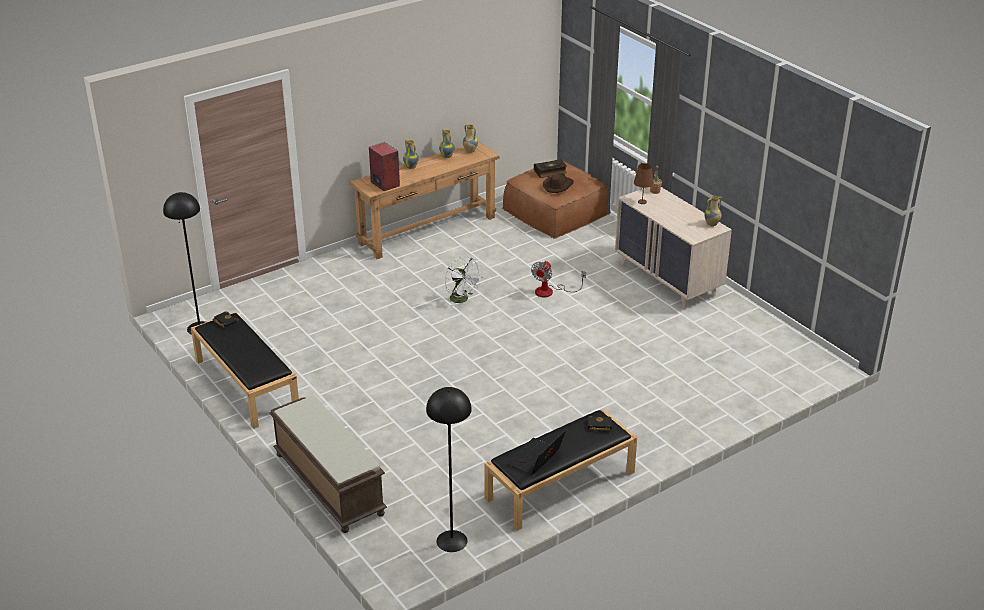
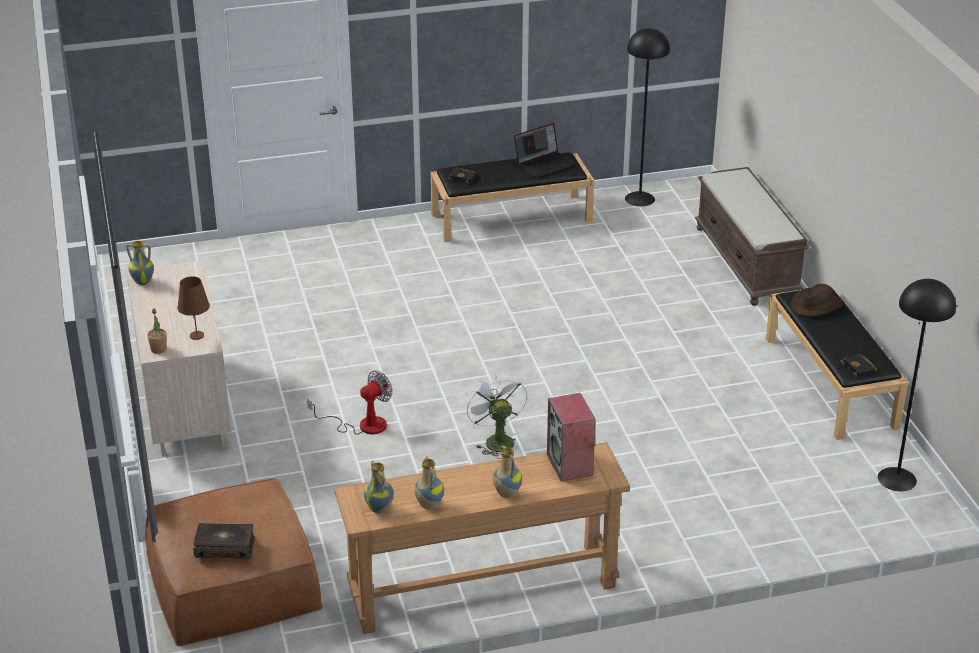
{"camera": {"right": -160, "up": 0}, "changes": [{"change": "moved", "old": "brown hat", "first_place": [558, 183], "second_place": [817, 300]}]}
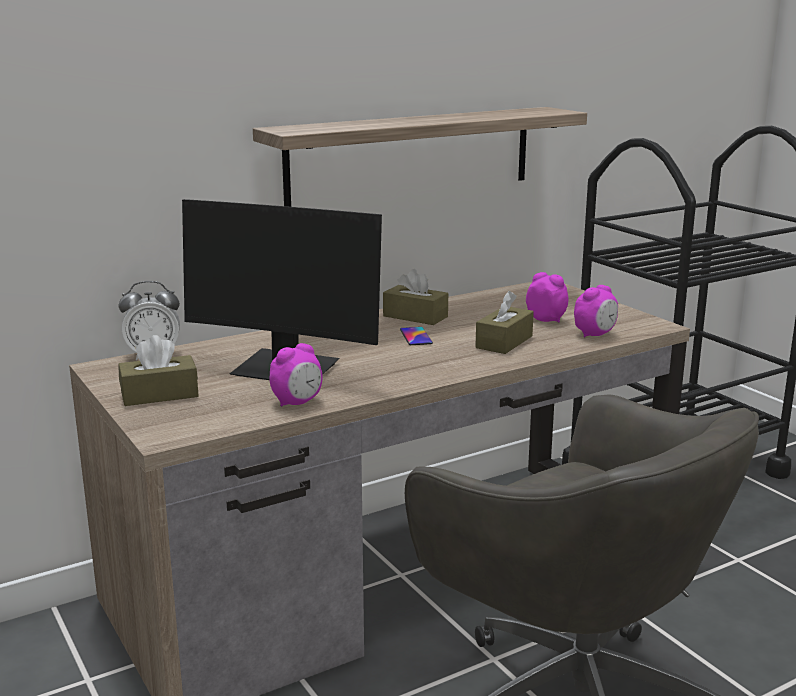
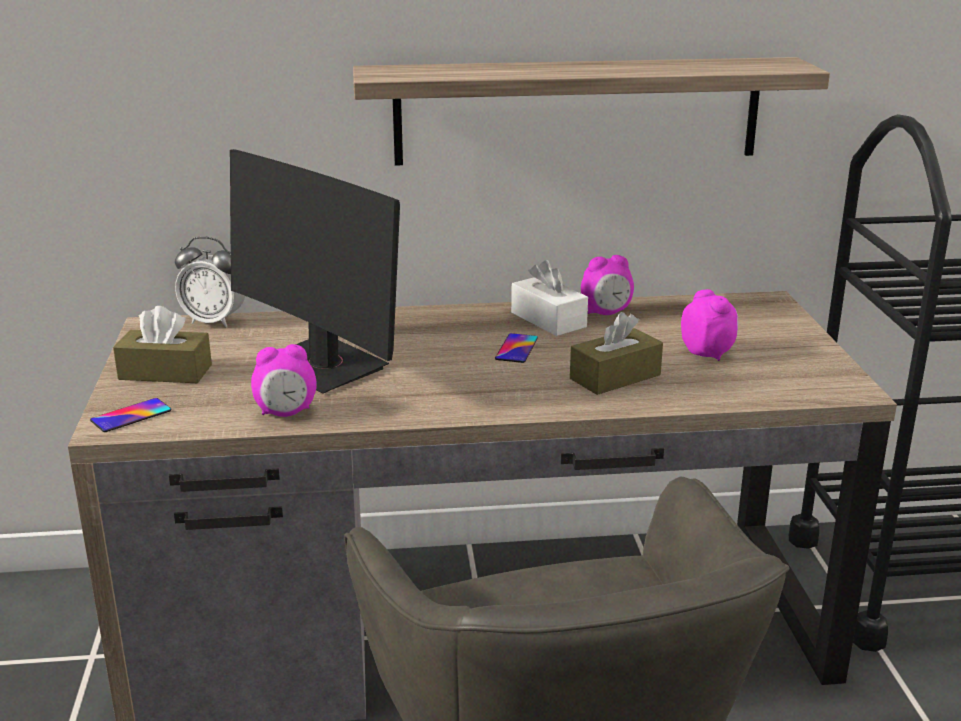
{"camera": {"right": 25, "up": 5}, "changes": [{"change": "added", "new": "phone", "second_place": [130, 415]}, {"change": "moved", "old": "alarm clock", "first_place": [596, 311], "second_place": [607, 285]}, {"change": "recoloured", "old": "brown tissue box", "new": "white tissue box", "first_place": [415, 297], "second_place": [549, 298]}]}
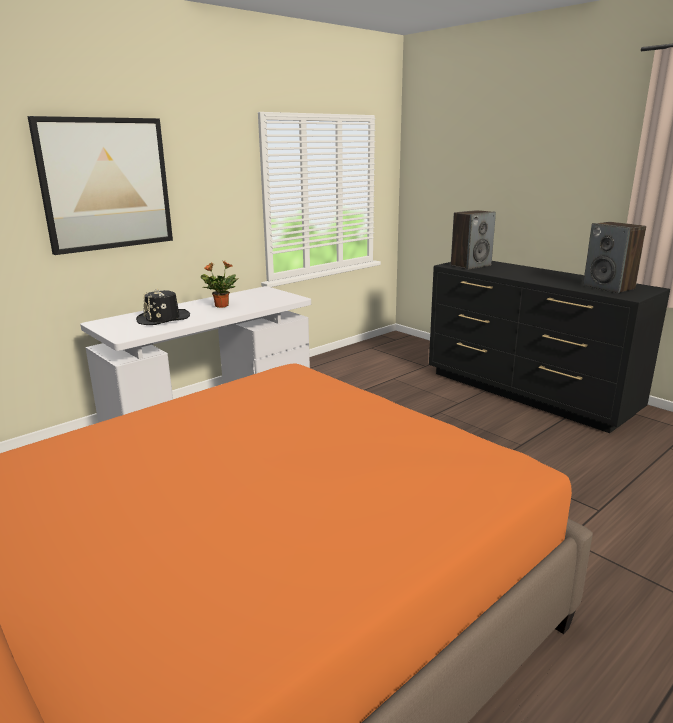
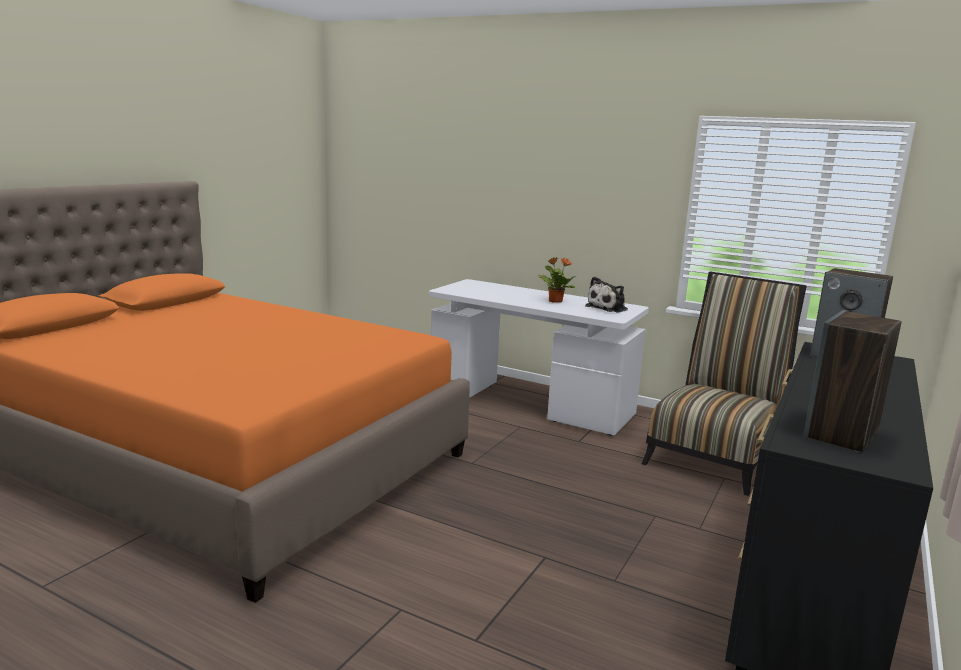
{"camera": {"right": 70, "up": -5}, "changes": [{"change": "removed", "old": "picture", "first_place": [100, 185]}, {"change": "removed", "old": "black hat", "first_place": [163, 306]}, {"change": "added", "new": "plush toy", "second_place": [606, 295]}, {"change": "added", "new": "chair", "second_place": [724, 383]}]}
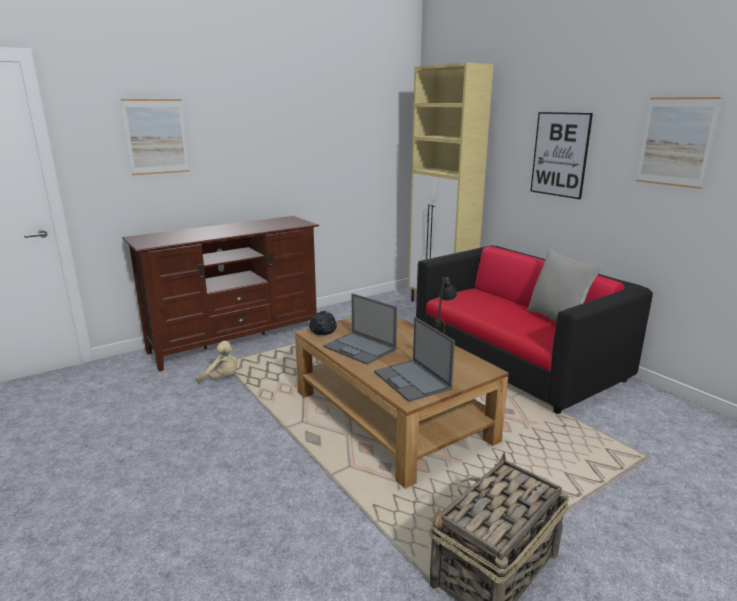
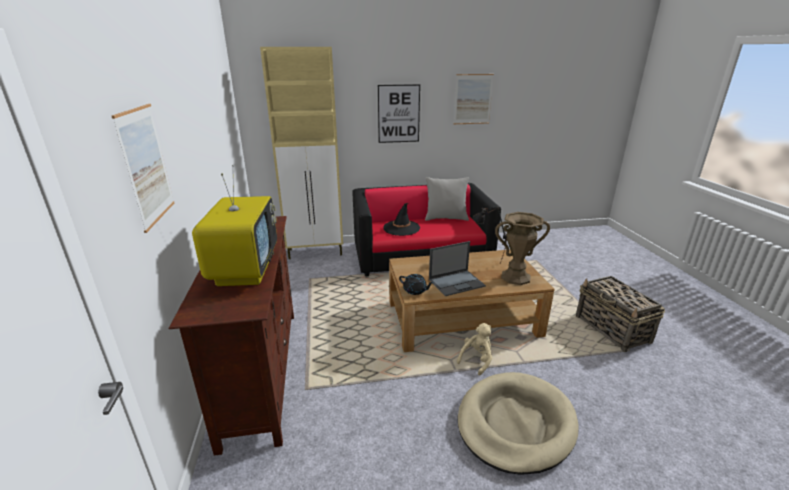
{"camera": {"right": -65, "up": 5}, "changes": [{"change": "added", "new": "television", "second_place": [234, 225]}, {"change": "added", "new": "black hat", "second_place": [401, 219]}, {"change": "added", "new": "beige dog bed", "second_place": [518, 423]}, {"change": "moved", "old": "beige plush toy", "first_place": [216, 362], "second_place": [474, 349]}, {"change": "replaced", "old": "laptop", "new": "brown vase", "first_place": [414, 359], "second_place": [522, 248]}]}
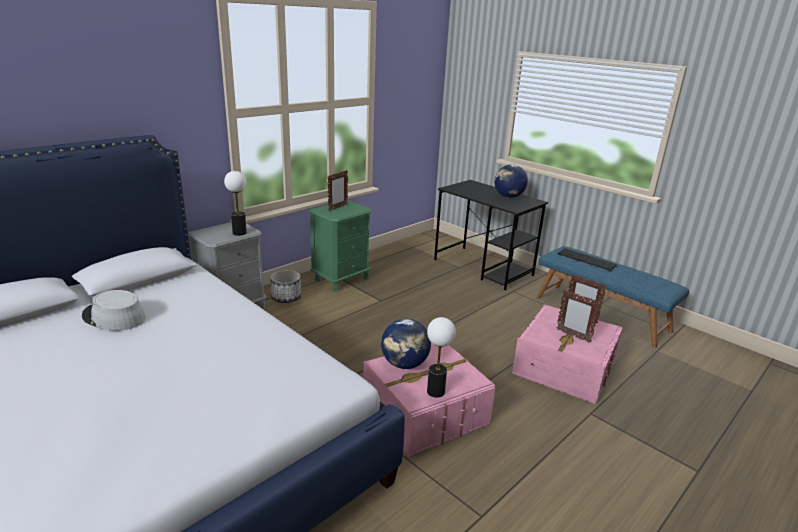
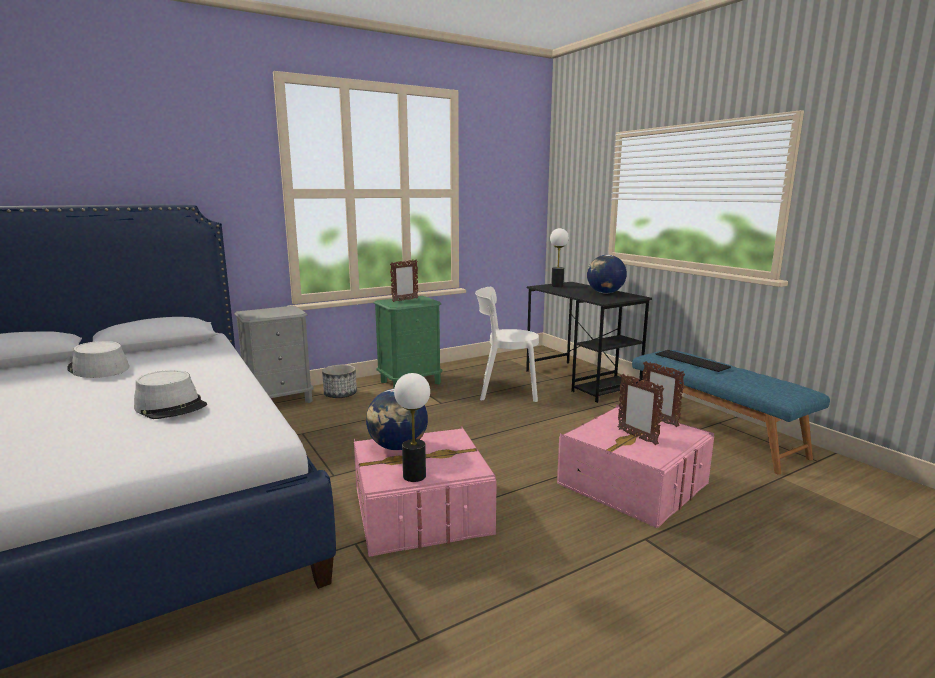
{"camera": {"right": 15, "up": -10}, "changes": [{"change": "added", "new": "grey hat", "second_place": [170, 394]}, {"change": "added", "new": "white chair", "second_place": [507, 344]}, {"change": "moved", "old": "table lamp", "first_place": [235, 203], "second_place": [559, 257]}]}
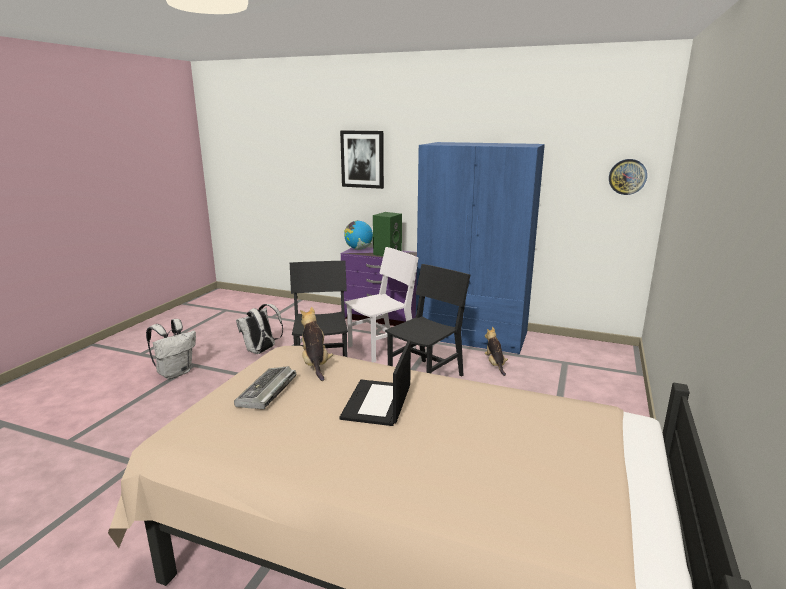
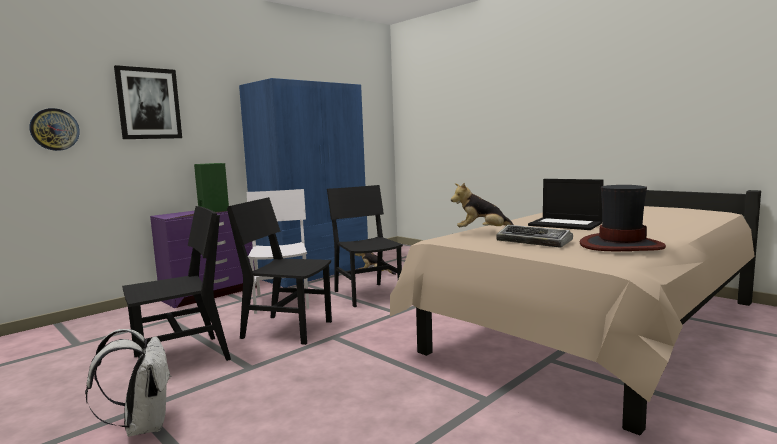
{"camera": {"right": -65, "up": -10}, "changes": [{"change": "removed", "old": "globe", "first_place": [358, 235]}, {"change": "added", "new": "hat", "second_place": [623, 218]}, {"change": "moved", "old": "wall clock", "first_place": [628, 177], "second_place": [54, 129]}, {"change": "replaced", "old": "white backpack", "new": "black chair", "first_place": [259, 329], "second_place": [176, 283]}]}
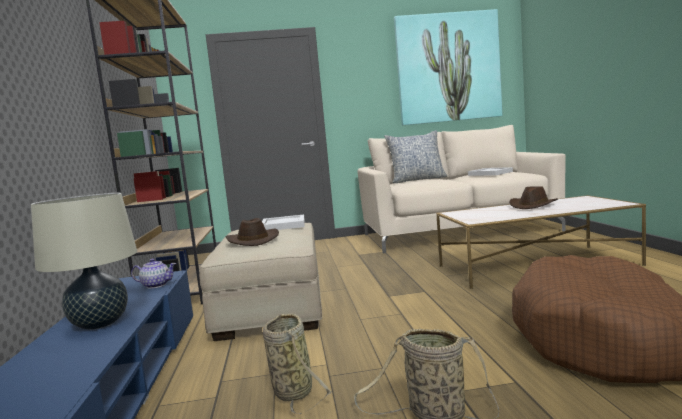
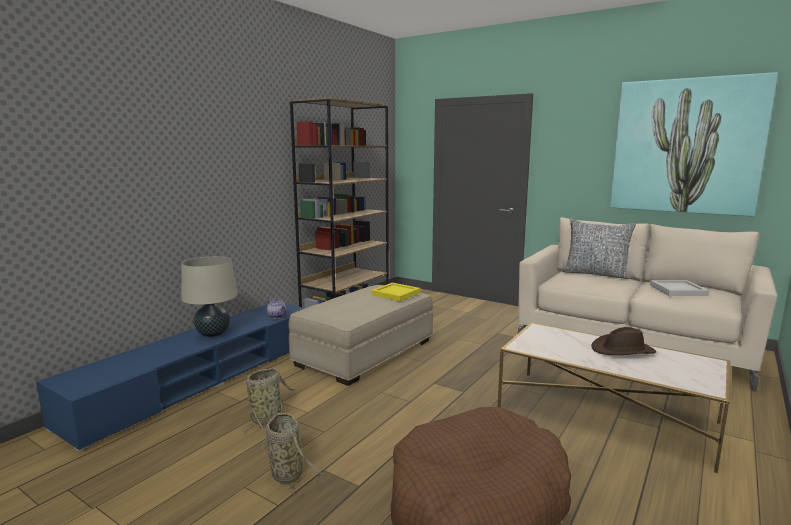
{"camera": {"right": 40, "up": 5}, "changes": [{"change": "removed", "old": "brown hat", "first_place": [252, 232]}, {"change": "recoloured", "old": "white tray", "new": "yellow tray", "first_place": [283, 222], "second_place": [396, 292]}]}
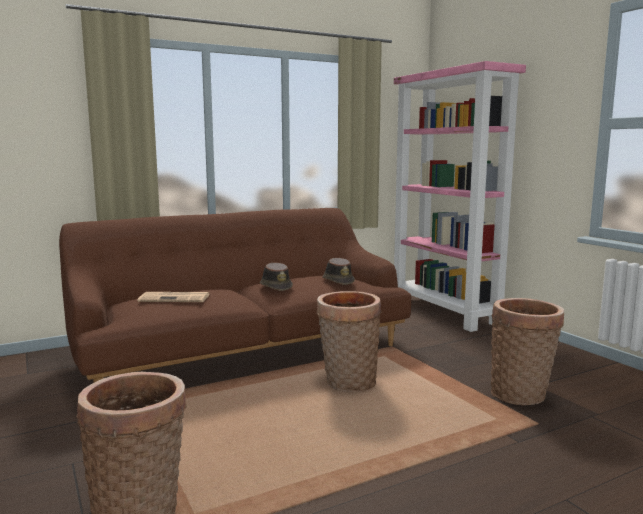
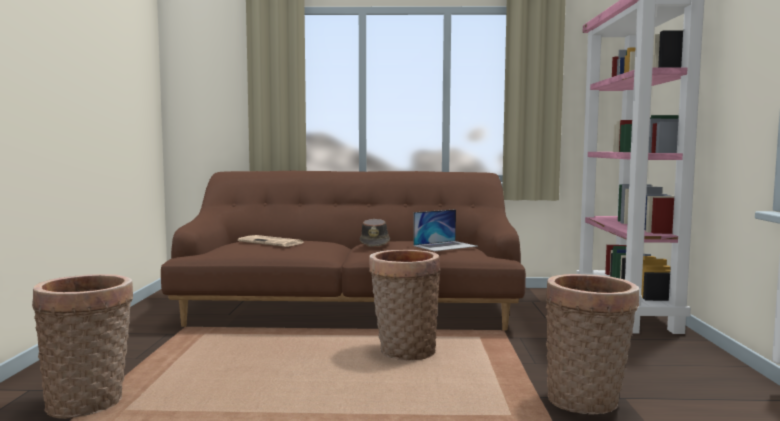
{"camera": {"right": 30, "up": -5}, "changes": [{"change": "replaced", "old": "brown hat", "new": "laptop", "first_place": [338, 271], "second_place": [445, 230]}]}
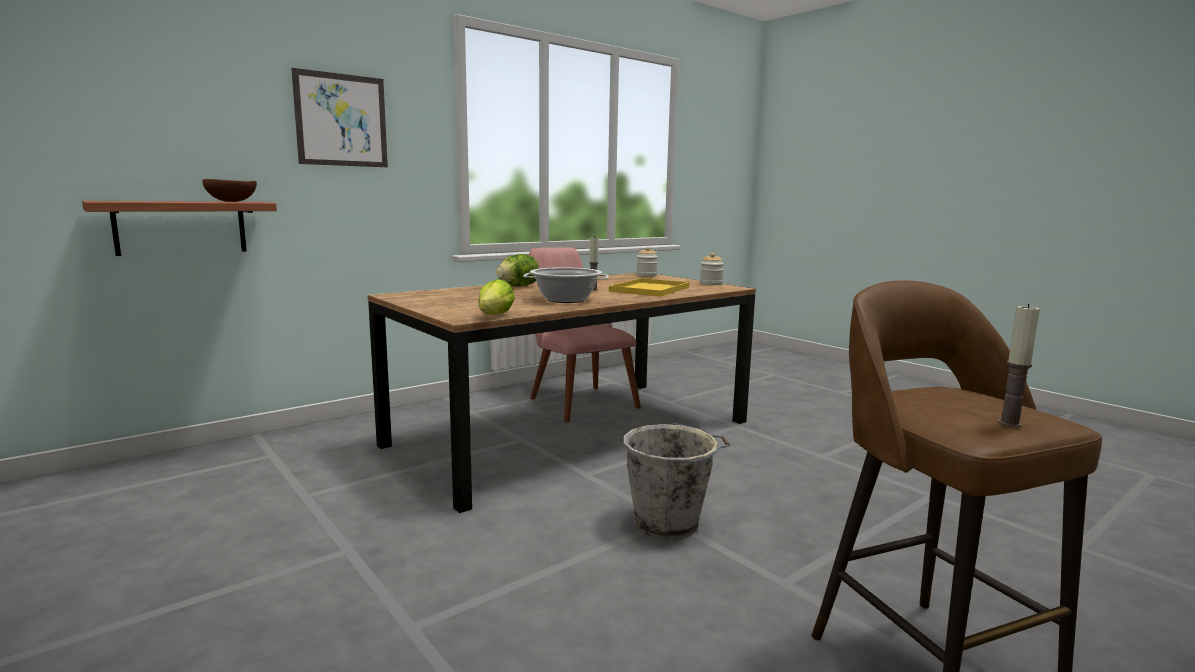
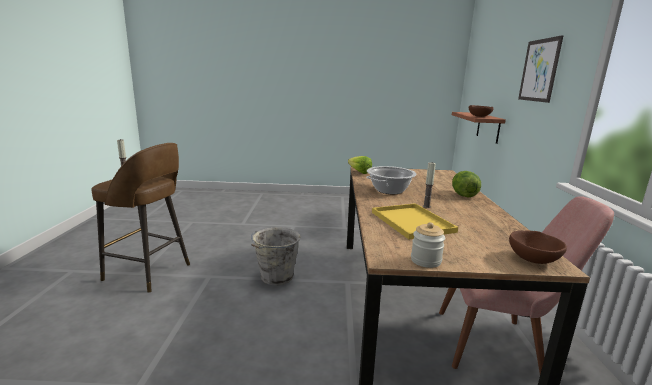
{"camera": {"right": 130, "up": 5}, "changes": [{"change": "replaced", "old": "jar", "new": "brown bowl", "first_place": [647, 262], "second_place": [538, 247]}]}
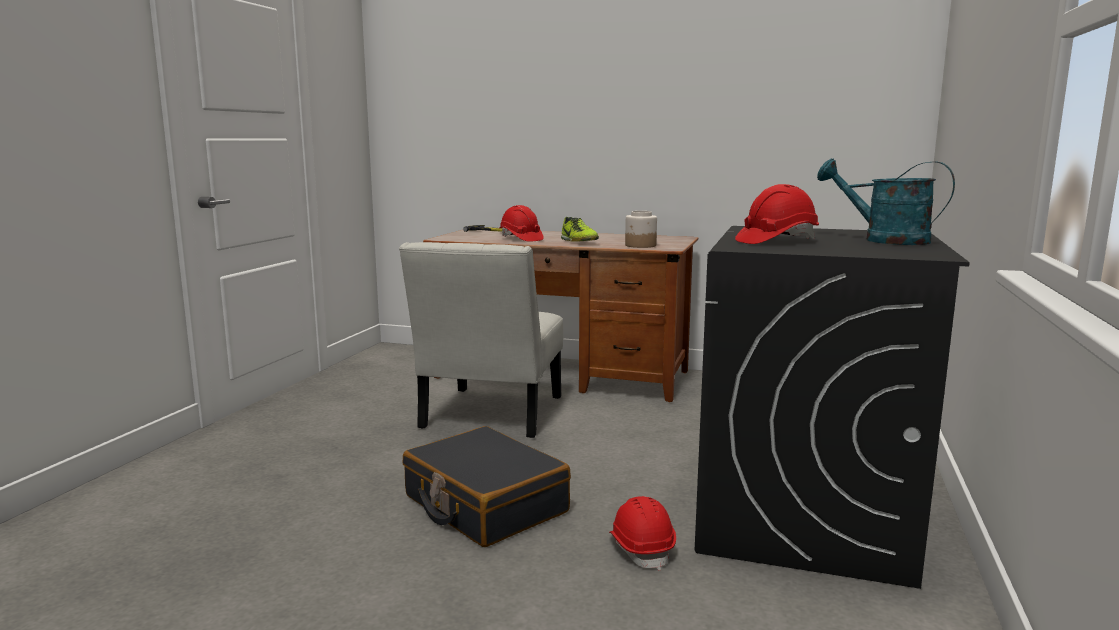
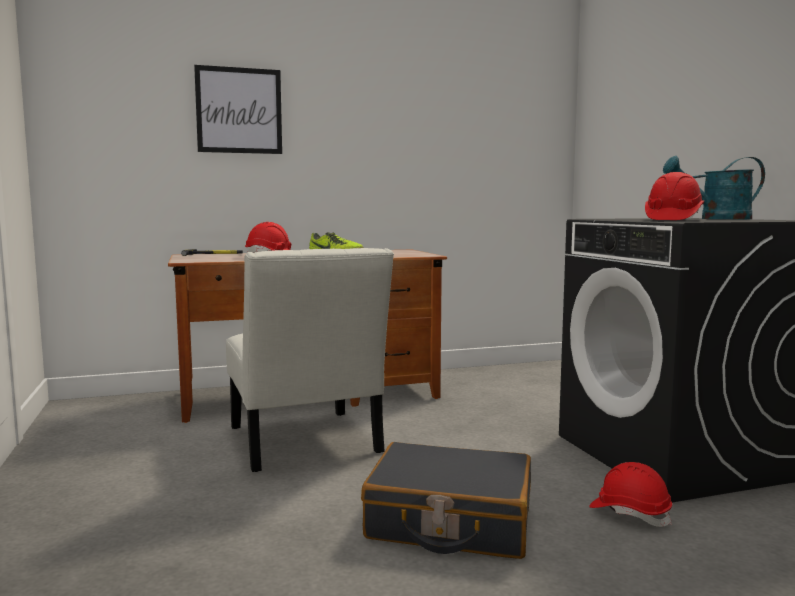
{"camera": {"right": -35, "up": -5}, "changes": [{"change": "removed", "old": "jar", "first_place": [641, 229]}, {"change": "added", "new": "picture", "second_place": [238, 109]}]}
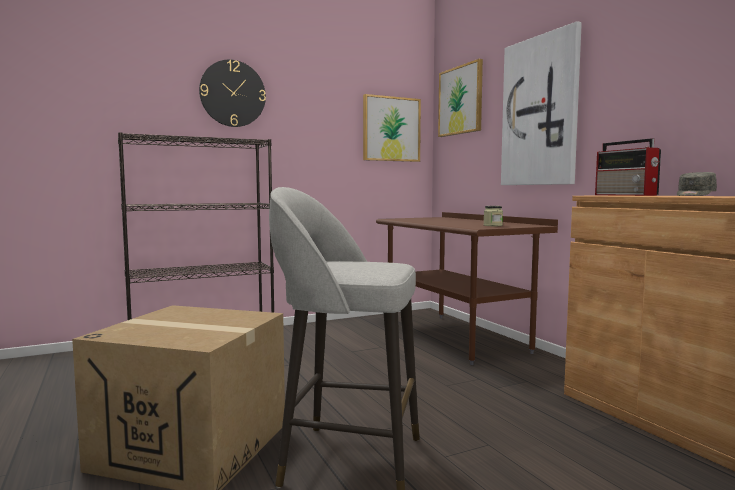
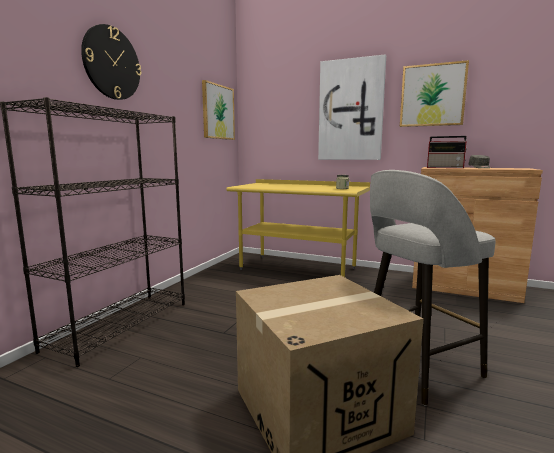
{"camera": {"right": -40, "up": 5}, "changes": [{"change": "moved", "old": "picture", "first_place": [460, 98], "second_place": [434, 93]}, {"change": "recoloured", "old": "brown desk", "new": "yellow desk", "first_place": [467, 288], "second_place": [298, 228]}]}
